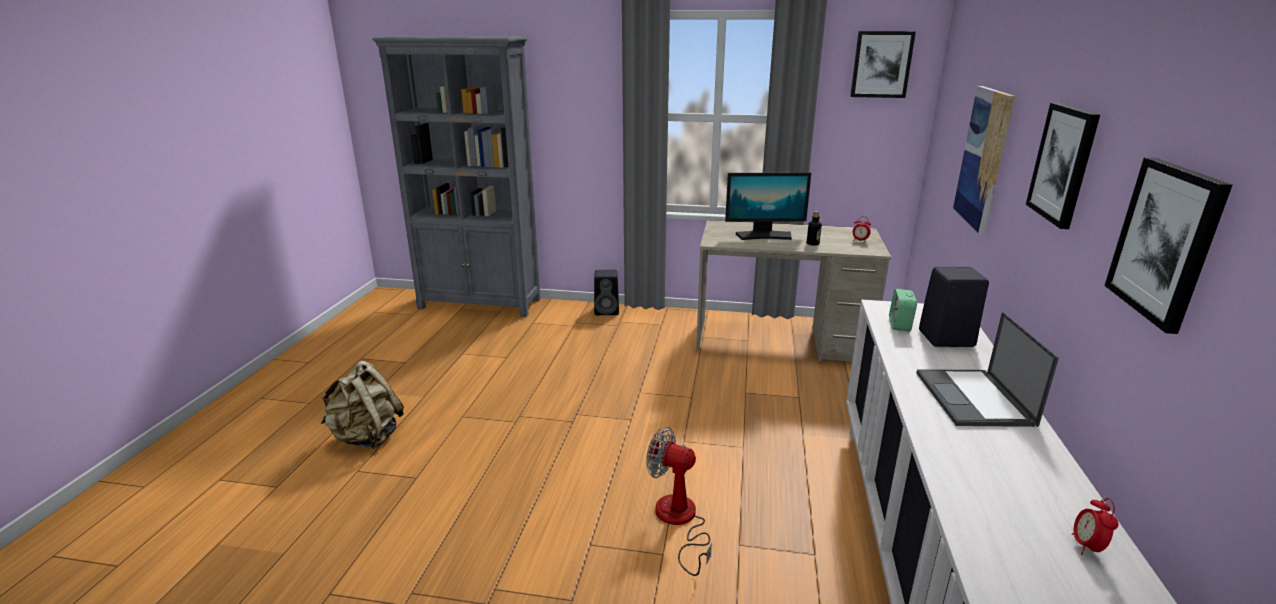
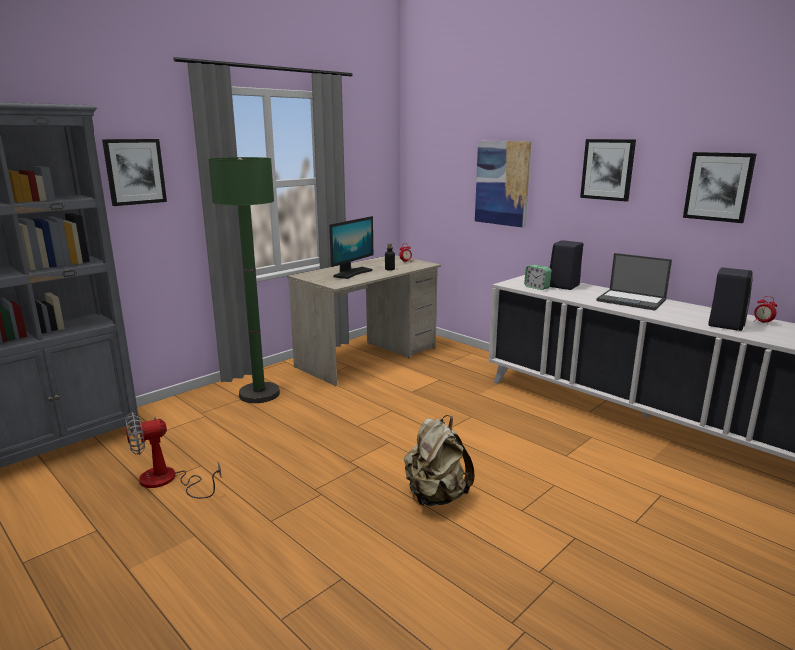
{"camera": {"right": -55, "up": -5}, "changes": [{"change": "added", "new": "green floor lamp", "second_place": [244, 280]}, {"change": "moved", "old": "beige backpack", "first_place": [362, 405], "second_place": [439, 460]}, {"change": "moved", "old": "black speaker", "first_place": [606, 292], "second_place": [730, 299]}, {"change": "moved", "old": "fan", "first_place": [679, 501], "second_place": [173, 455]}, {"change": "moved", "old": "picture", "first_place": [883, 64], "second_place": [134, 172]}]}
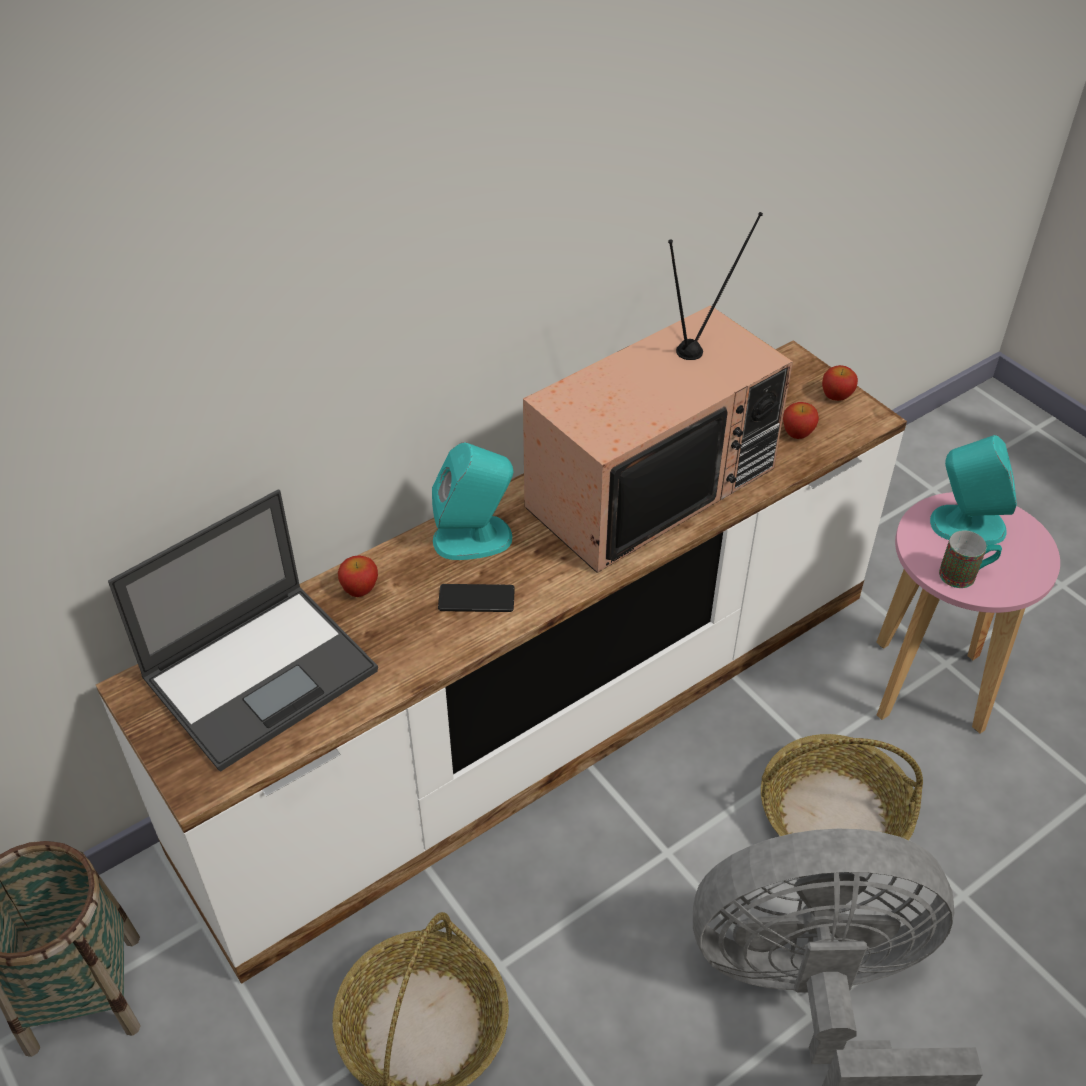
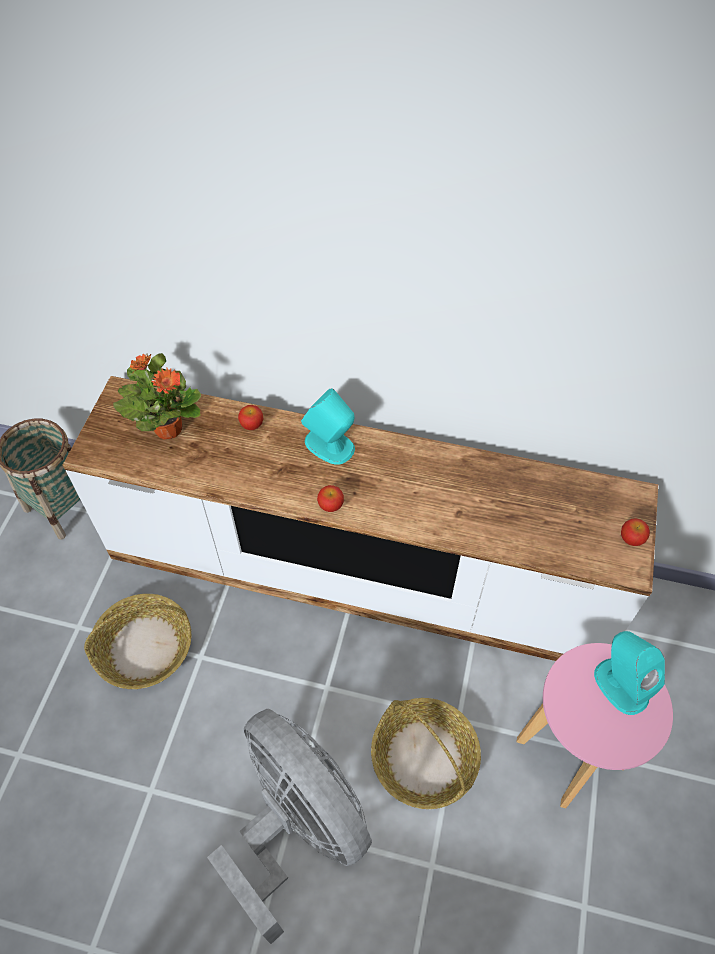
{"camera": {"right": 50, "up": 10}, "changes": [{"change": "removed", "old": "phone", "first_place": [476, 598]}, {"change": "removed", "old": "television", "first_place": [658, 392]}, {"change": "removed", "old": "mug", "first_place": [970, 559]}, {"change": "moved", "old": "apple", "first_place": [801, 420], "second_place": [330, 498]}, {"change": "replaced", "old": "laptop", "new": "potted plant", "first_place": [243, 631], "second_place": [157, 396]}]}
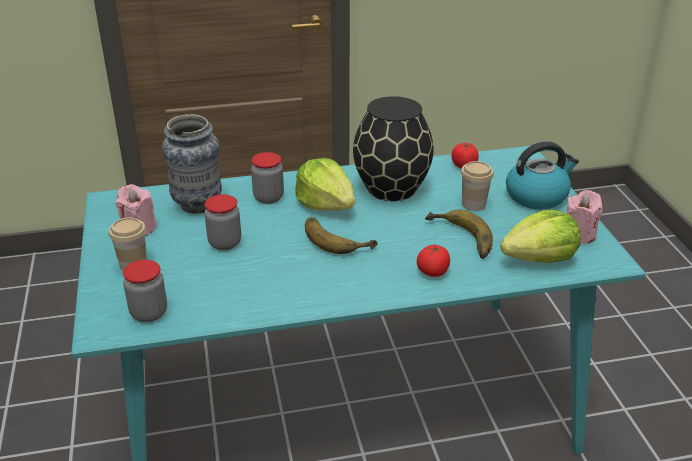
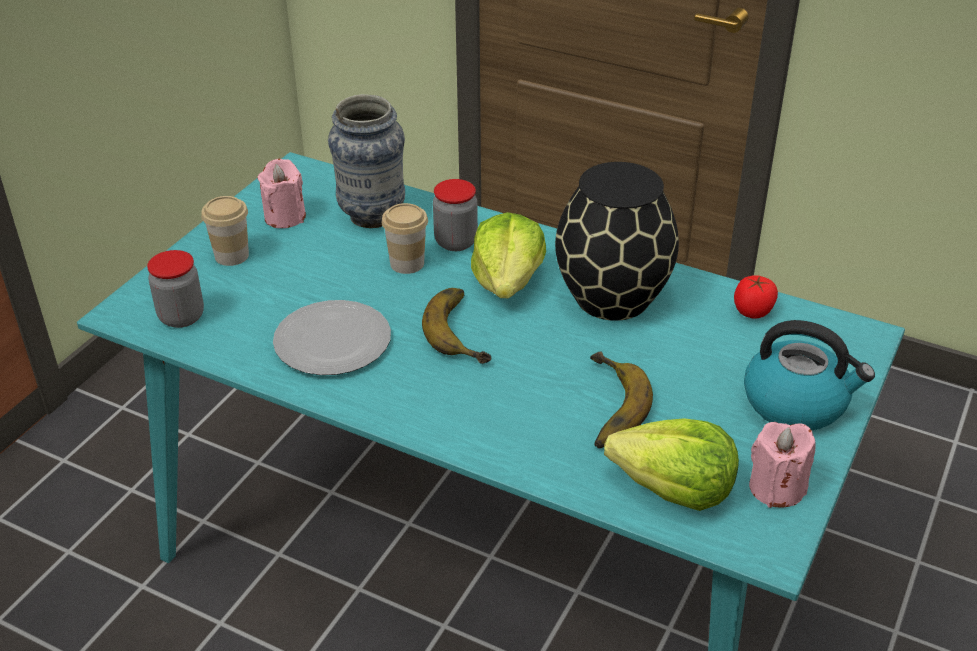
{"camera": {"right": 40, "up": 5}, "changes": [{"change": "removed", "old": "jar", "first_place": [222, 222]}, {"change": "removed", "old": "tomato", "first_place": [433, 260]}, {"change": "added", "new": "plate", "second_place": [332, 337]}, {"change": "moved", "old": "cup", "first_place": [477, 186], "second_place": [405, 238]}]}
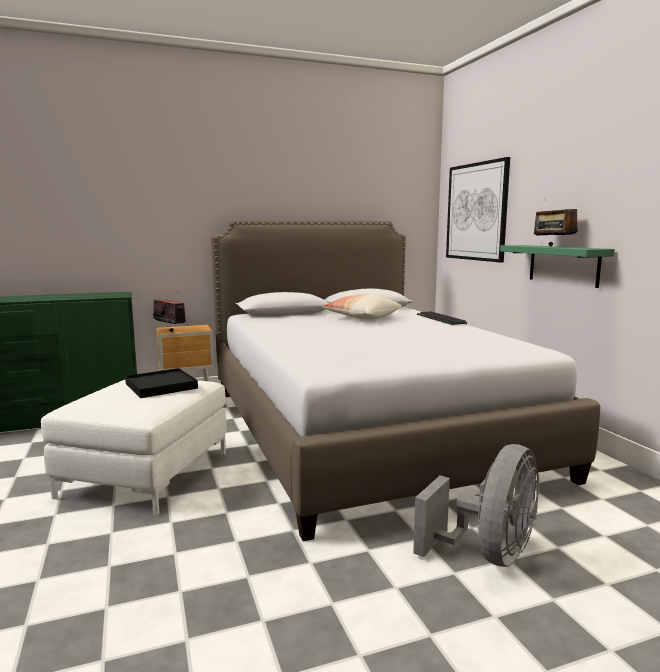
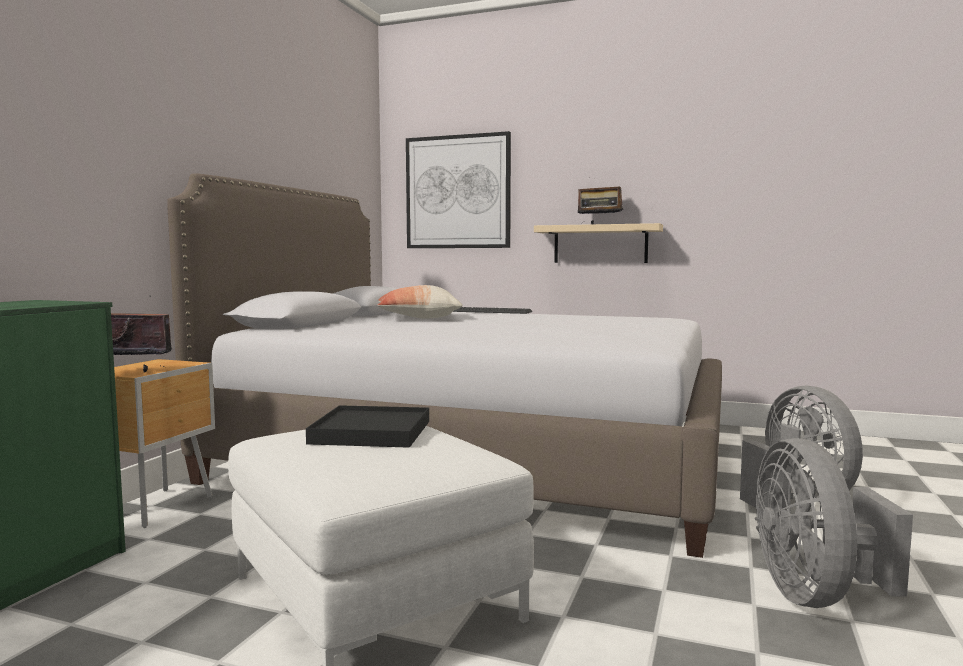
{"camera": {"right": -50, "up": -5}, "changes": [{"change": "added", "new": "grey fan", "second_place": [834, 523]}, {"change": "recoloured", "old": "green shelf", "new": "beige shelf", "first_place": [557, 266], "second_place": [598, 243]}]}
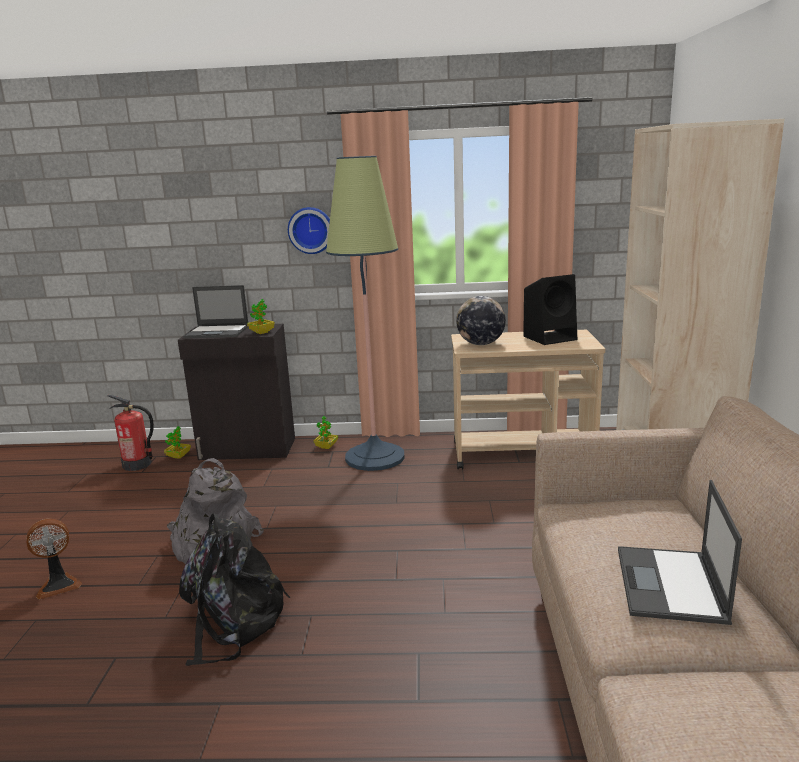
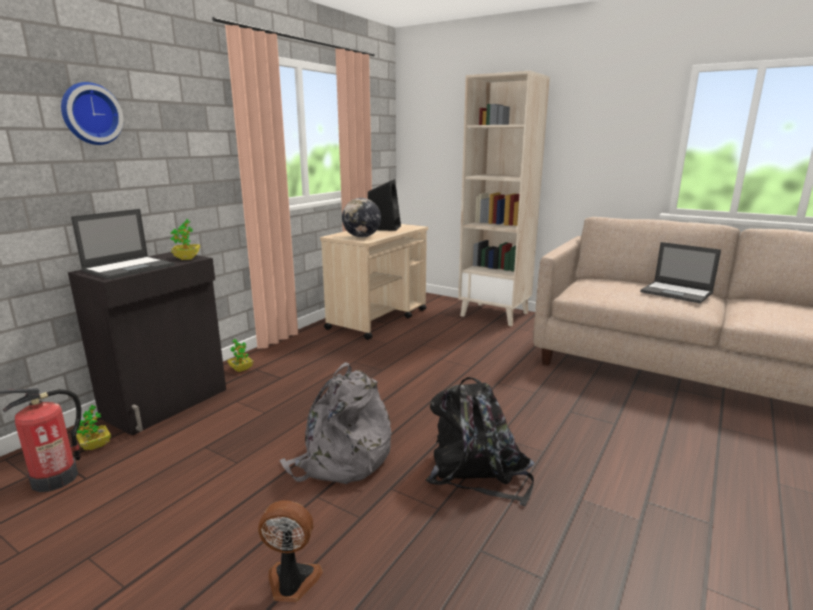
{"camera": {"right": -60, "up": 0}, "changes": [{"change": "removed", "old": "floor lamp", "first_place": [365, 313]}, {"change": "moved", "old": "wall clock", "first_place": [309, 230], "second_place": [92, 113]}, {"change": "turned", "old": "fan", "first_place": [54, 559], "second_place": [290, 551], "degrees": -90}]}
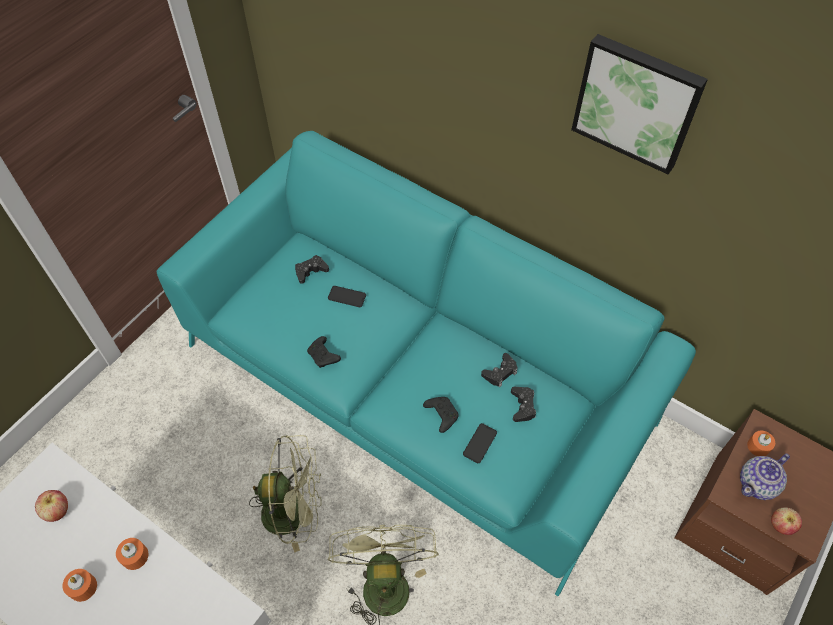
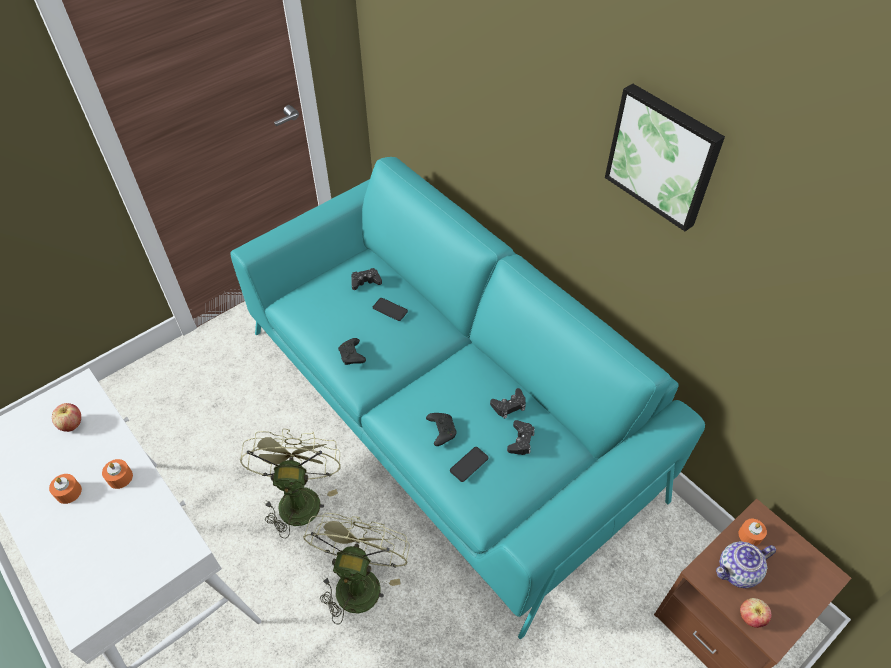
{"camera": {"right": 15, "up": -5}, "changes": [{"change": "turned", "old": "green fan", "first_place": [285, 494], "second_place": [290, 483], "degrees": -105}]}
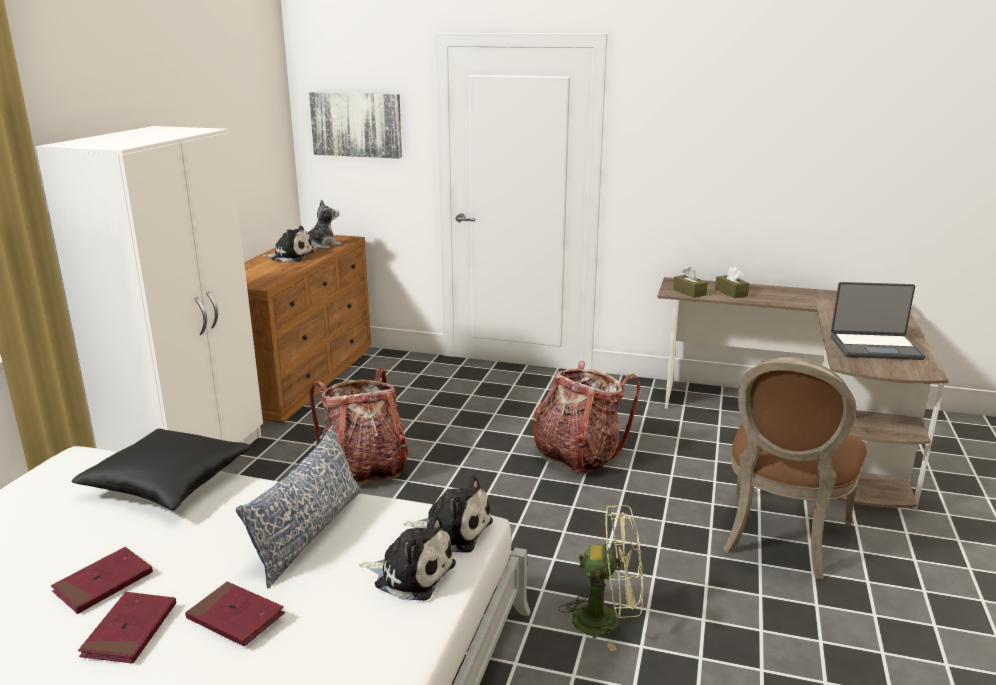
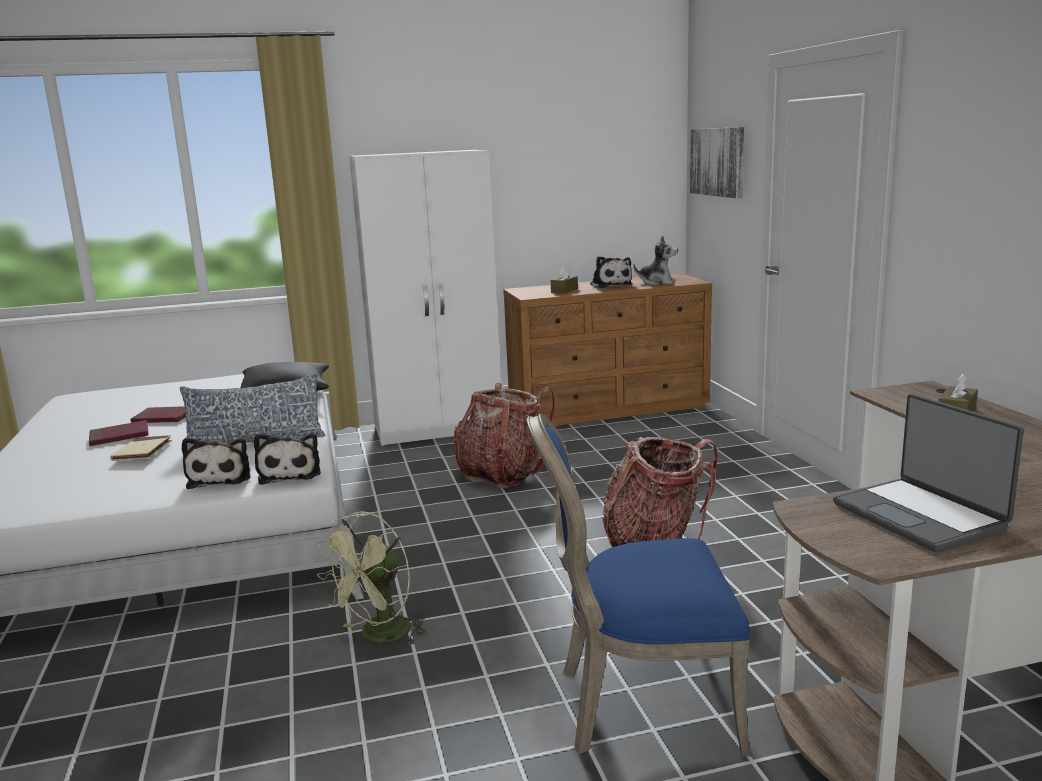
{"camera": {"right": 60, "up": -5}, "changes": [{"change": "moved", "old": "brown tissue box", "first_place": [690, 282], "second_place": [564, 280]}, {"change": "recoloured", "old": "red book", "new": "beige book", "first_place": [235, 614], "second_place": [141, 448]}, {"change": "recoloured", "old": "brown chair", "new": "blue chair", "first_place": [795, 468], "second_place": [638, 585]}, {"change": "turned", "old": "green fan", "first_place": [601, 578], "second_place": [371, 578], "degrees": 60}]}
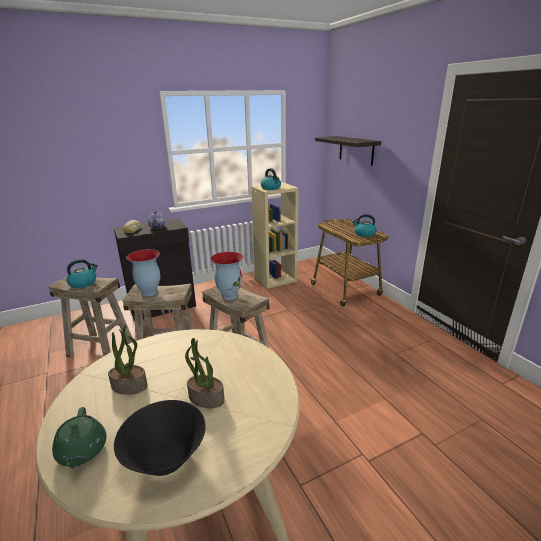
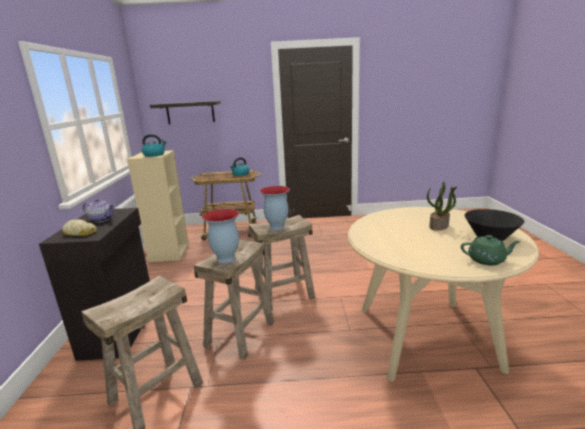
{"camera": {"right": -65, "up": -5}, "changes": [{"change": "removed", "old": "kettle", "first_place": [82, 273]}, {"change": "removed", "old": "potted plant", "first_place": [128, 359]}]}
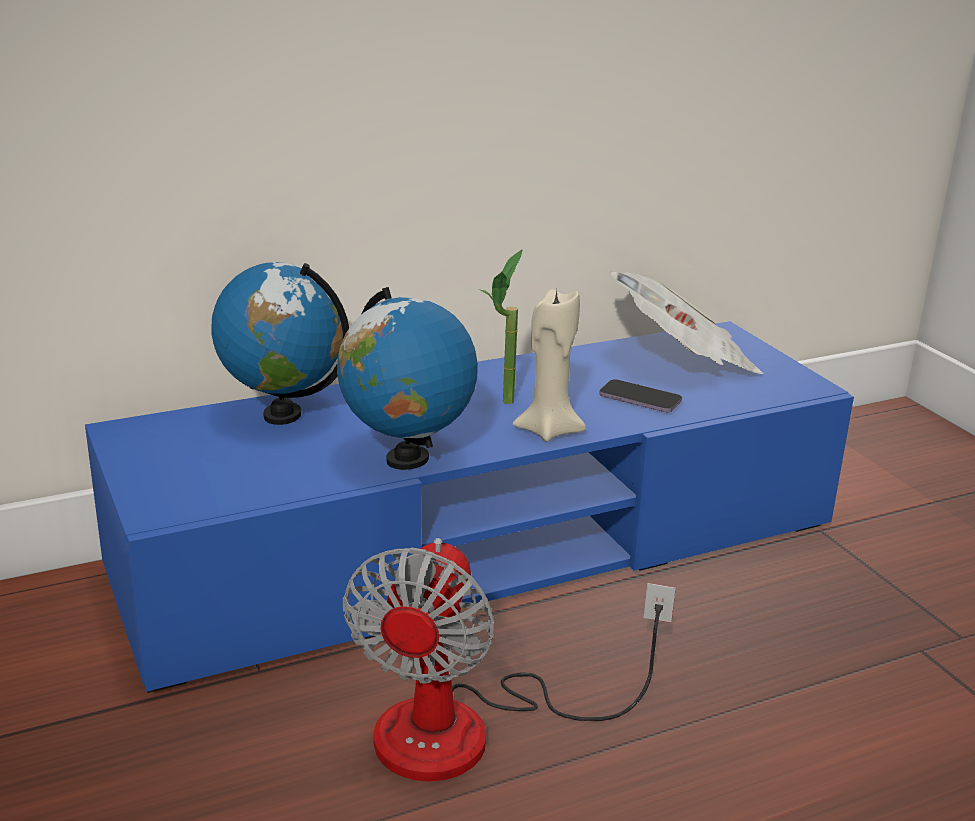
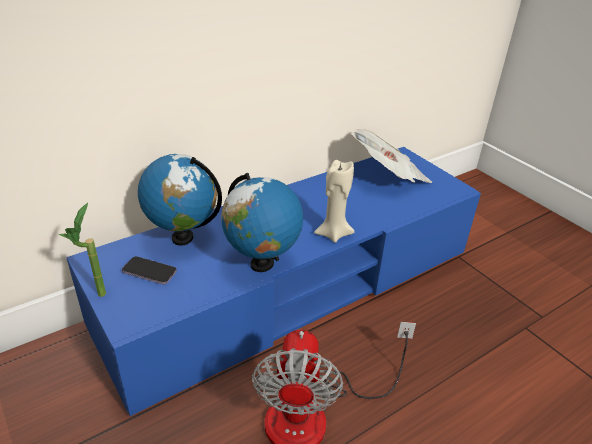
{"camera": {"right": -10, "up": 10}, "changes": [{"change": "moved", "old": "potted plant", "first_place": [501, 326], "second_place": [82, 250]}, {"change": "moved", "old": "phone", "first_place": [640, 395], "second_place": [149, 270]}]}
